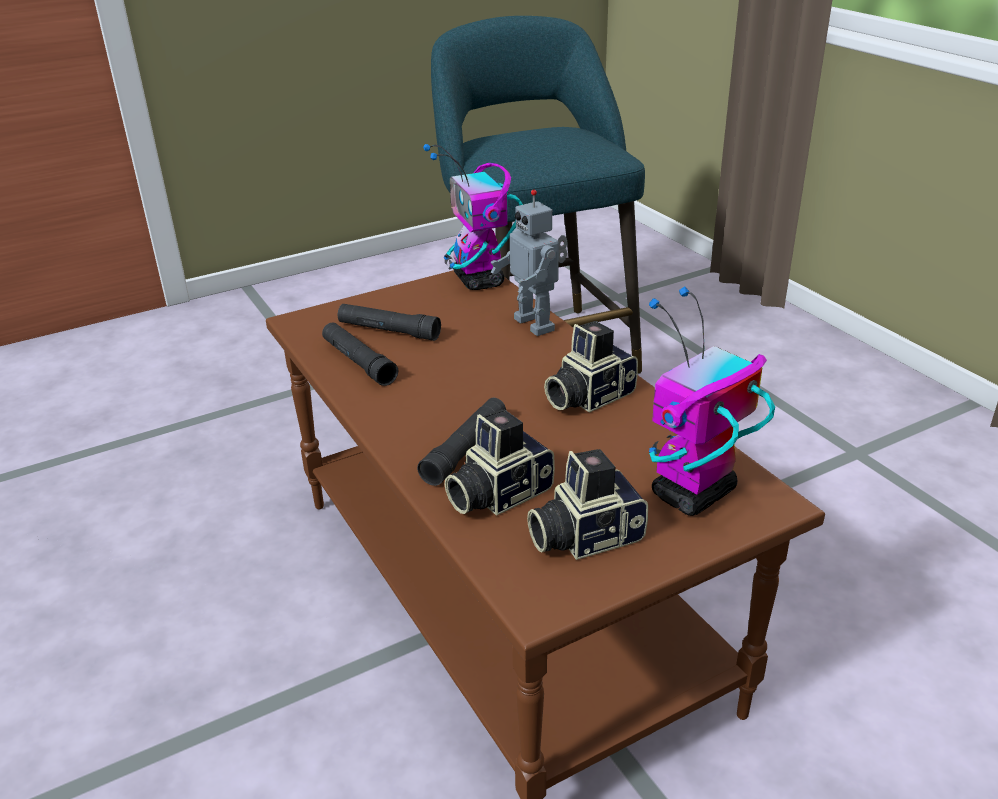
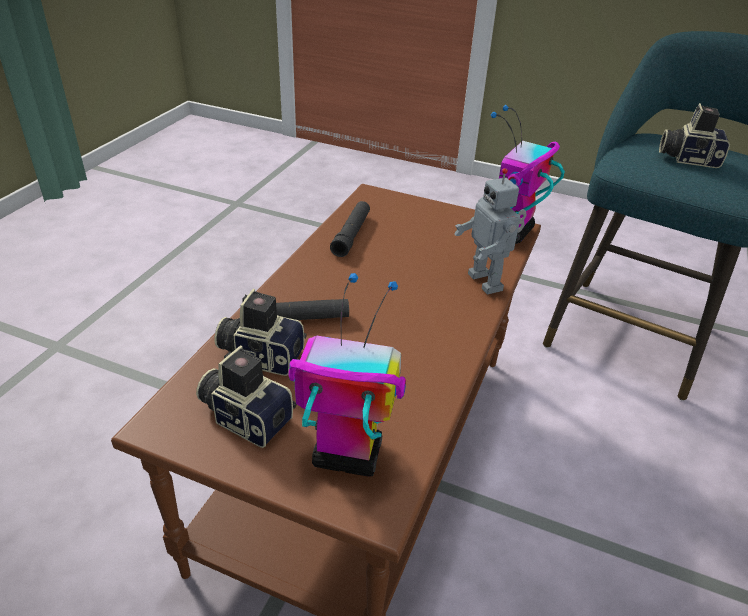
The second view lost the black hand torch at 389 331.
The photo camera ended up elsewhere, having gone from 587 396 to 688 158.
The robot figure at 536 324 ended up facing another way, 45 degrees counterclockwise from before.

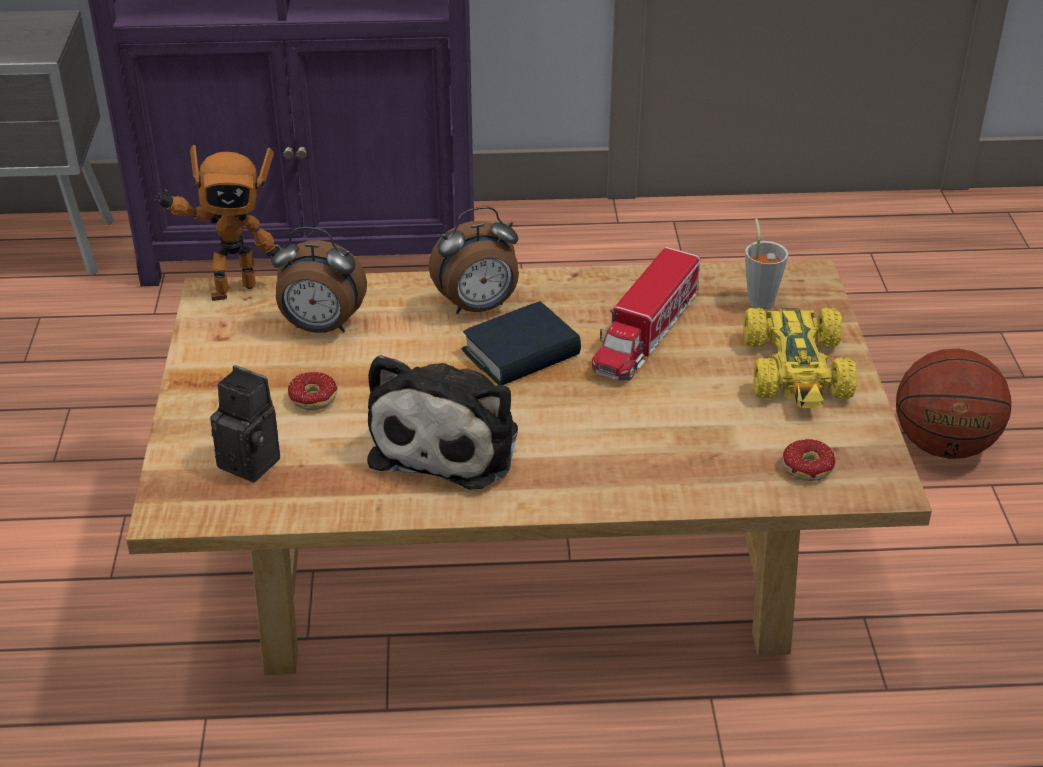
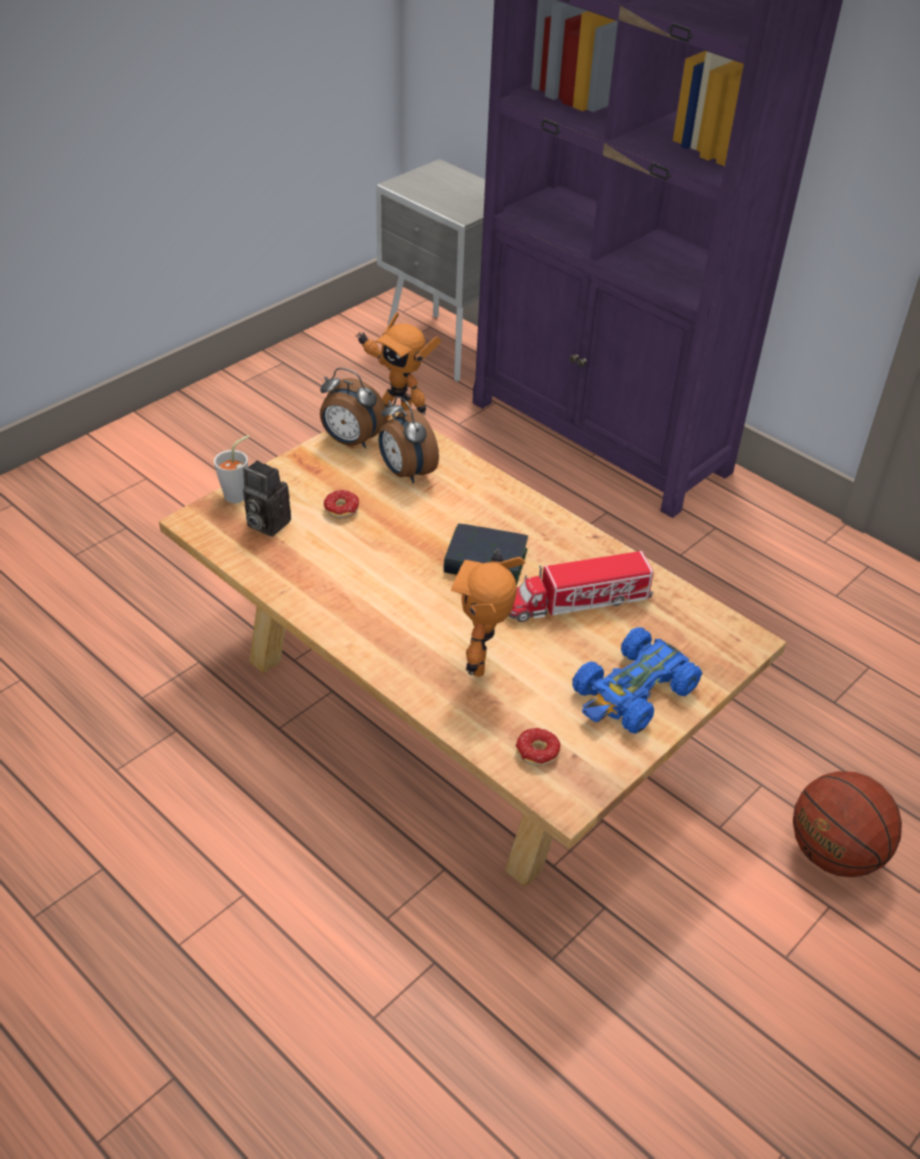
The second view lost the cuddly toy at 449 442.
The second view gained the robot figure at 484 663.
The alarm clock ended up elsewhere, having gone from 478 307 to 351 441.
The grey small cup ended up elsewhere, having gone from 760 298 to 239 494.
What was the yellowish miniature car at 797 370 turned into the blue miniature car at 633 692.
The photo camera at 254 461 ended up facing another way, 135 degrees clockwise from before.

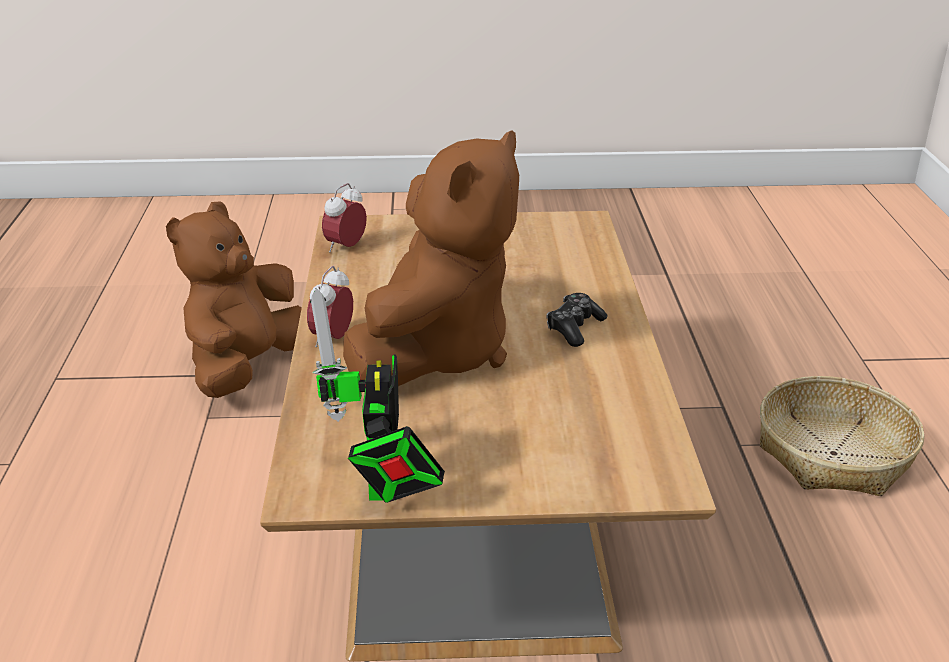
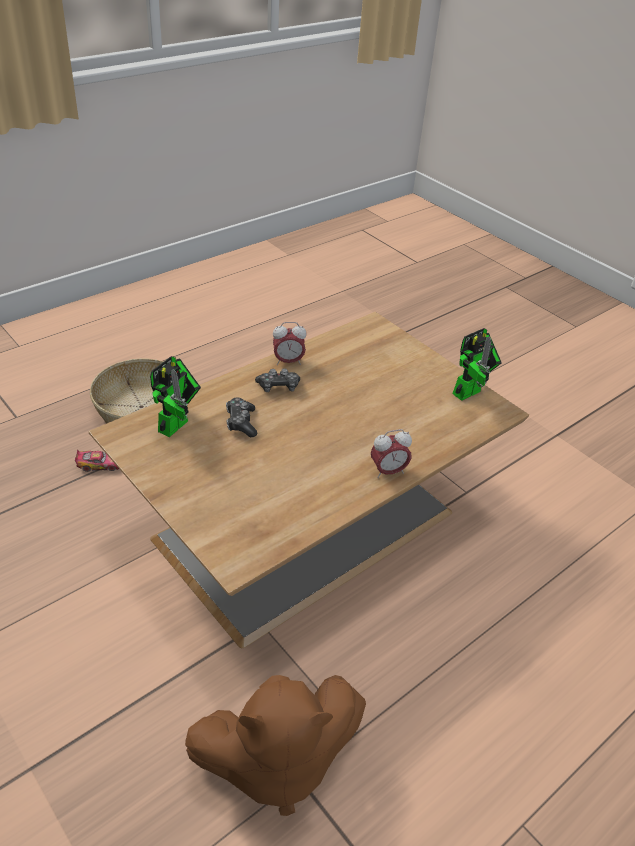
The second view lost the brown-coloured cuddly toy at 436 352.
The second view gained the miniature car at 100 464.
The second view gained the robot figure at 176 423.
The second view gained the gamepad at 241 422.
The alarm clock ended up elsewhere, having gone from 346 247 to 288 361.

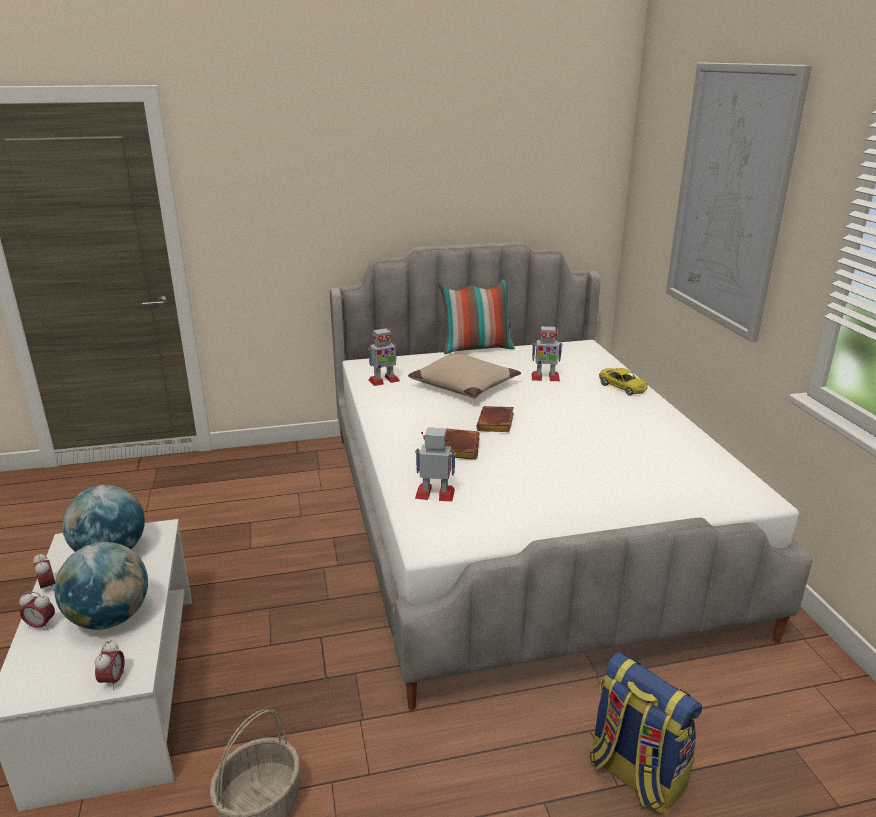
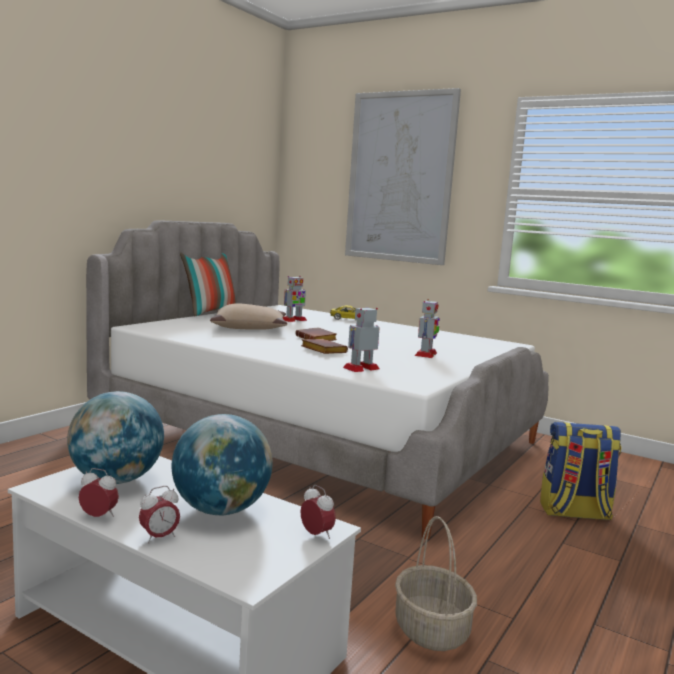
The robot figure ended up elsewhere, having gone from 383 380 to 426 354.

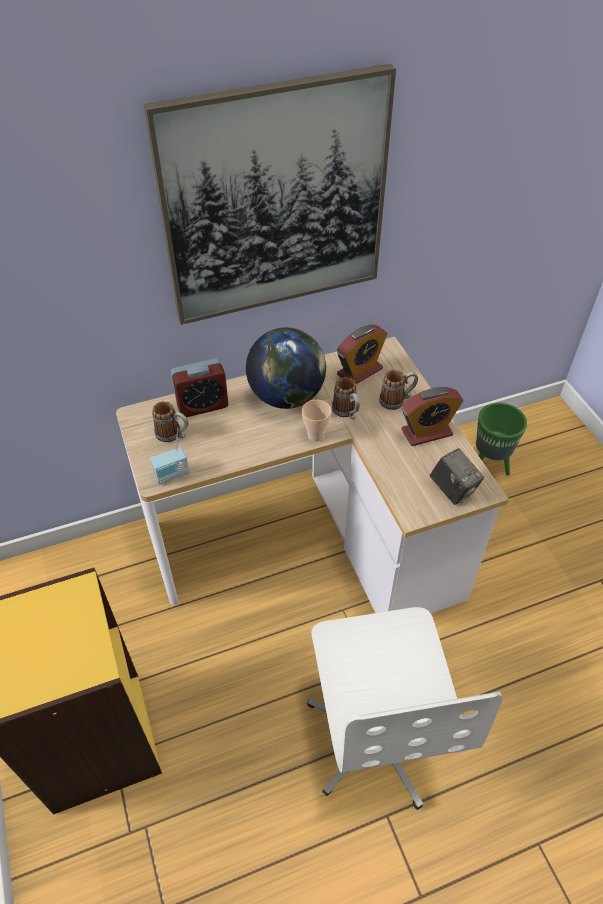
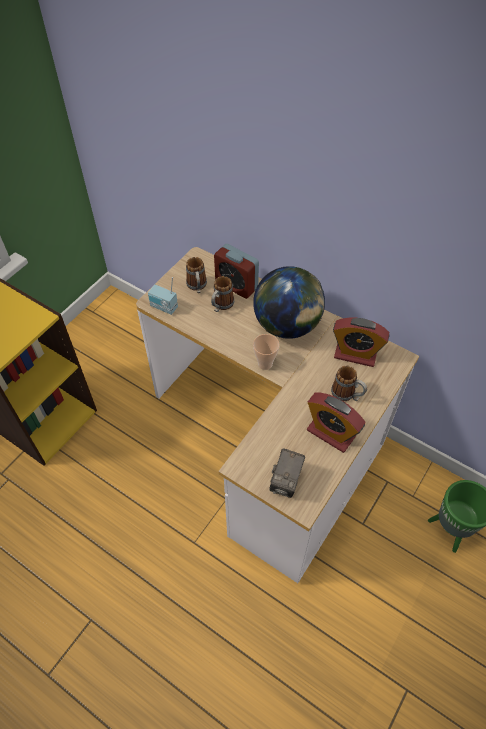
The second view lost the wall picture at 275 201.
The second view lost the white-coloured computer chair at 377 736.
The mug ended up elsewhere, having gone from 347 413 to 221 306.

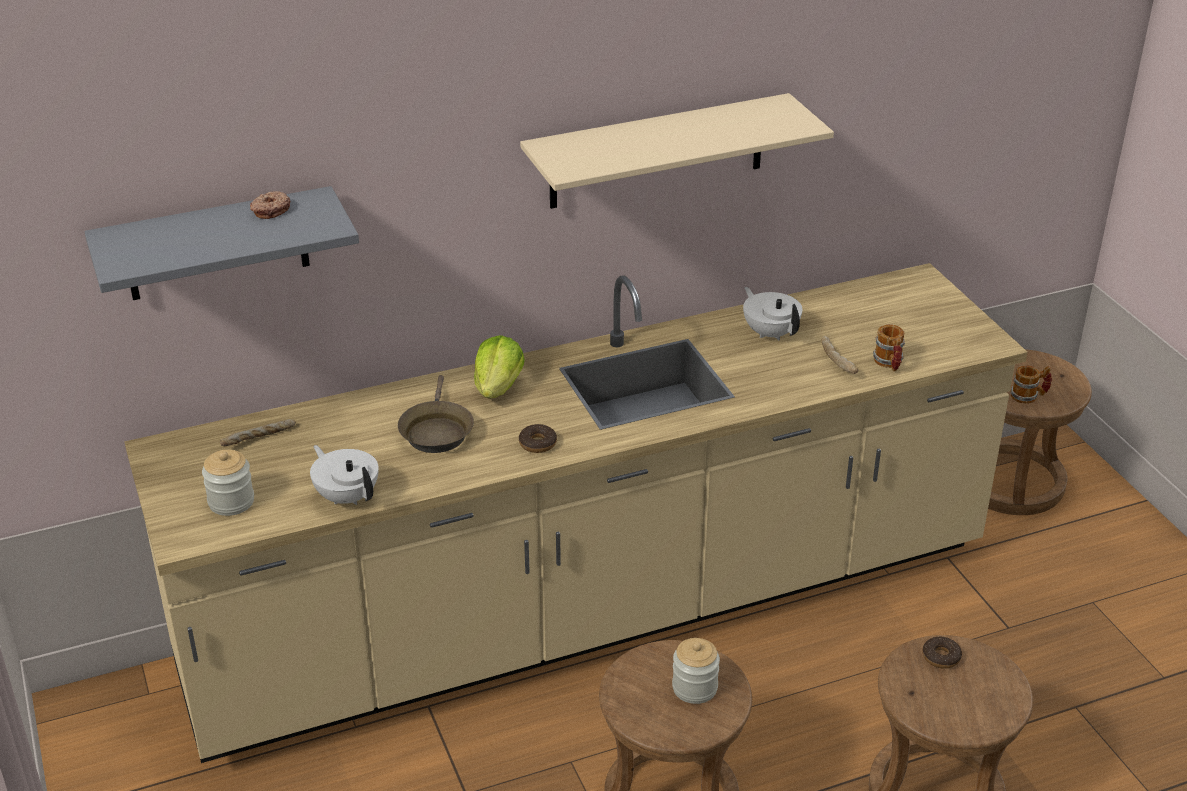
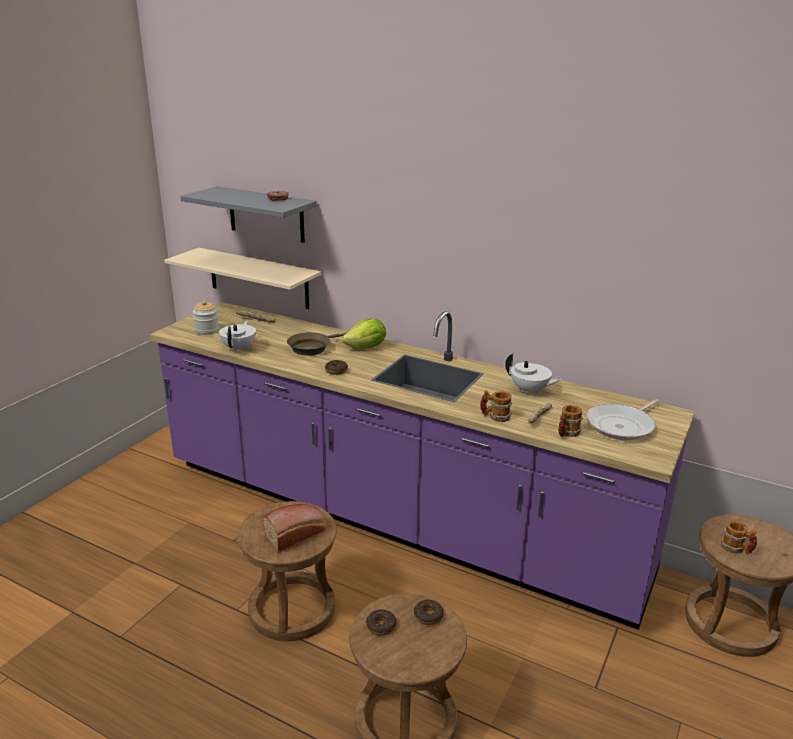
The second view gained the ring doughnut at 381 626.
The second view gained the mug at 495 417.
The second view gained the frying pan at 622 425.
The sand-coloured wall shelf ended up elsewhere, having gone from 657 152 to 258 278.
Where the preserve jar stood at 694 688, the baked bread came to stand at 297 534.
What was the sand-coloured counter at 593 614 turned into the purple counter at 394 519.
The white-coloured tea pot at 770 333 ended up facing another way, 105 degrees clockwise from before.

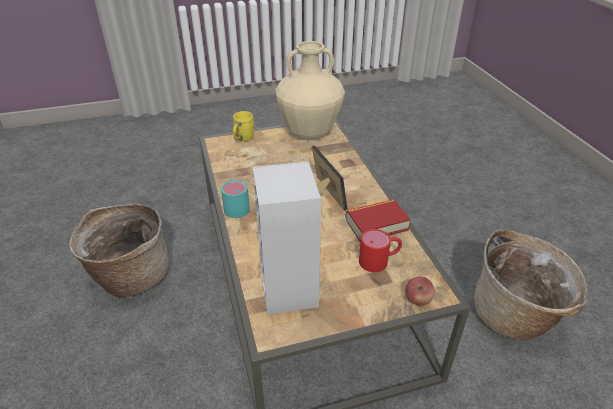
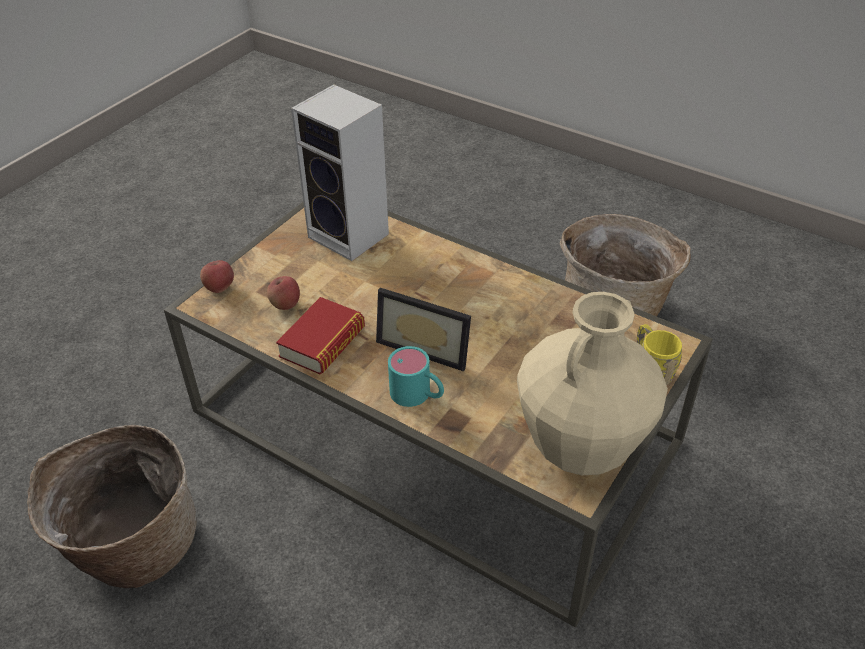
The blue-green mug ended up elsewhere, having gone from 235 206 to 418 395.
Where the red mug stood at 379 260, the apple fruit came to stand at 285 304.

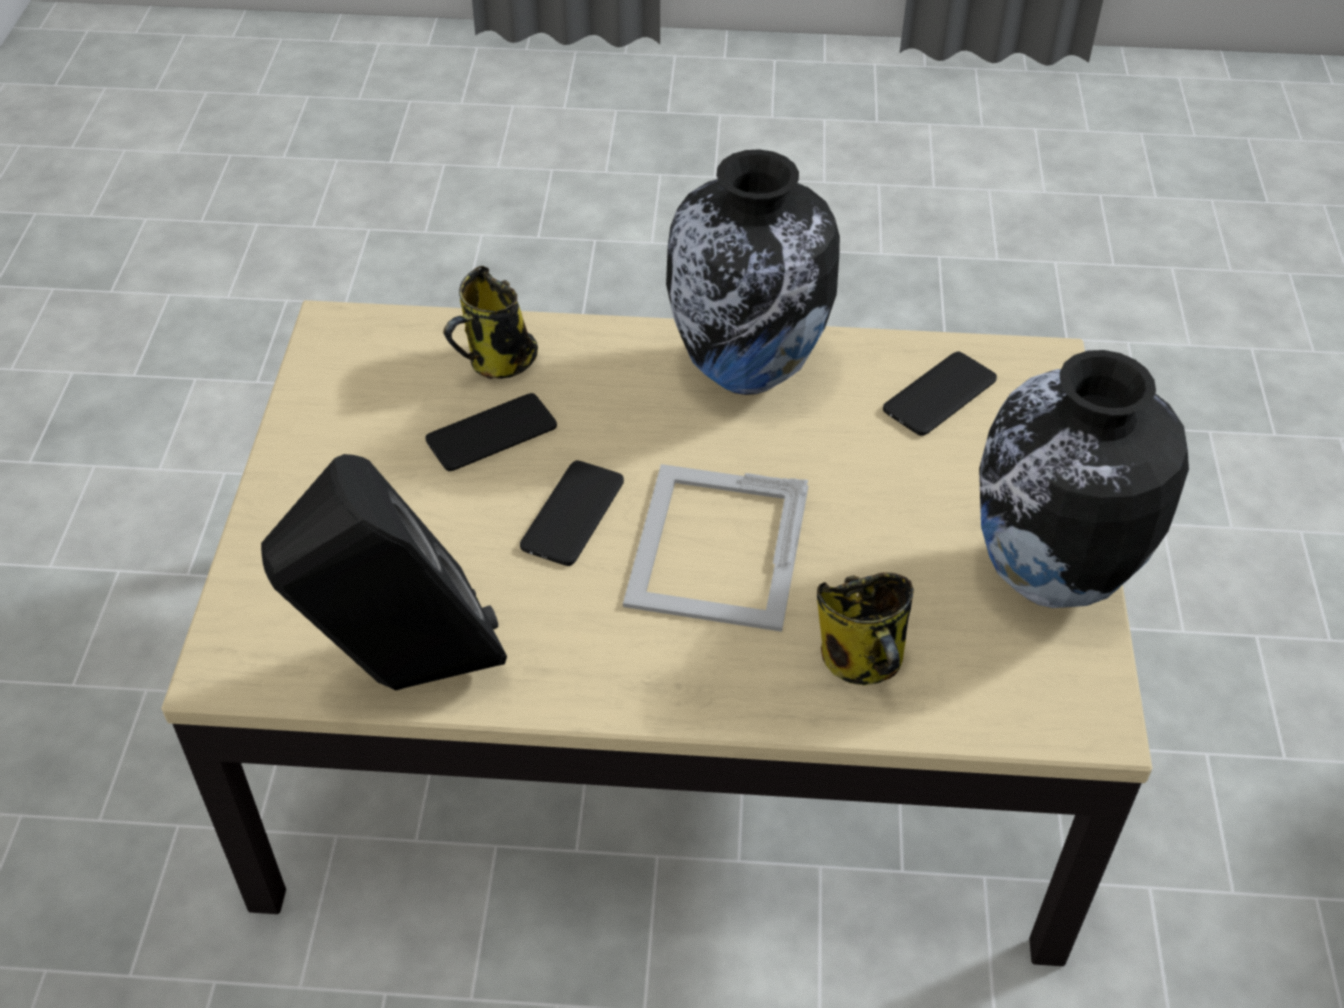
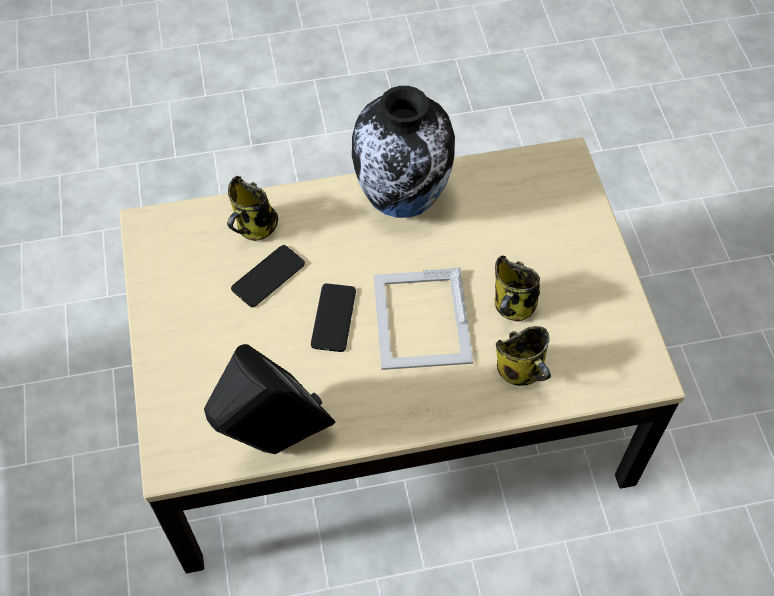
The second view lost the phone at 939 395.
The second view lost the flower vase at 1048 581.
The second view gained the mug at 513 307.

